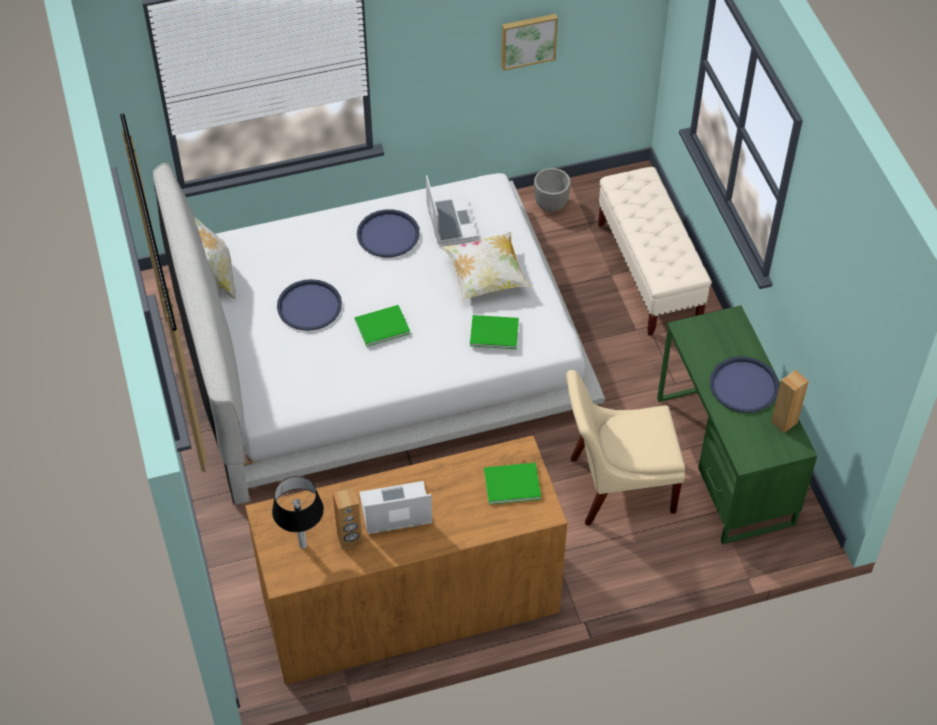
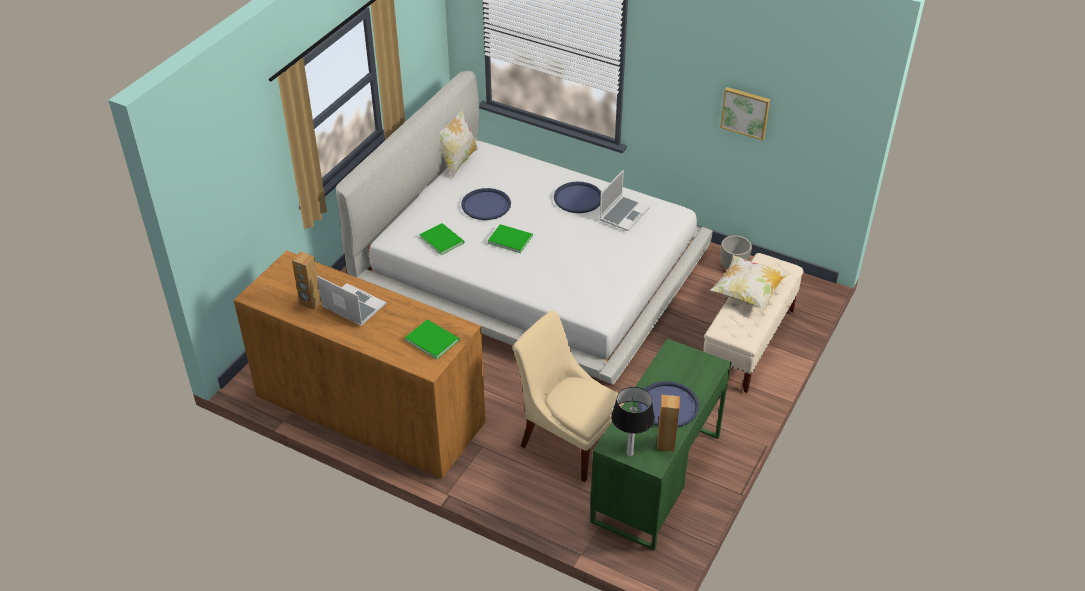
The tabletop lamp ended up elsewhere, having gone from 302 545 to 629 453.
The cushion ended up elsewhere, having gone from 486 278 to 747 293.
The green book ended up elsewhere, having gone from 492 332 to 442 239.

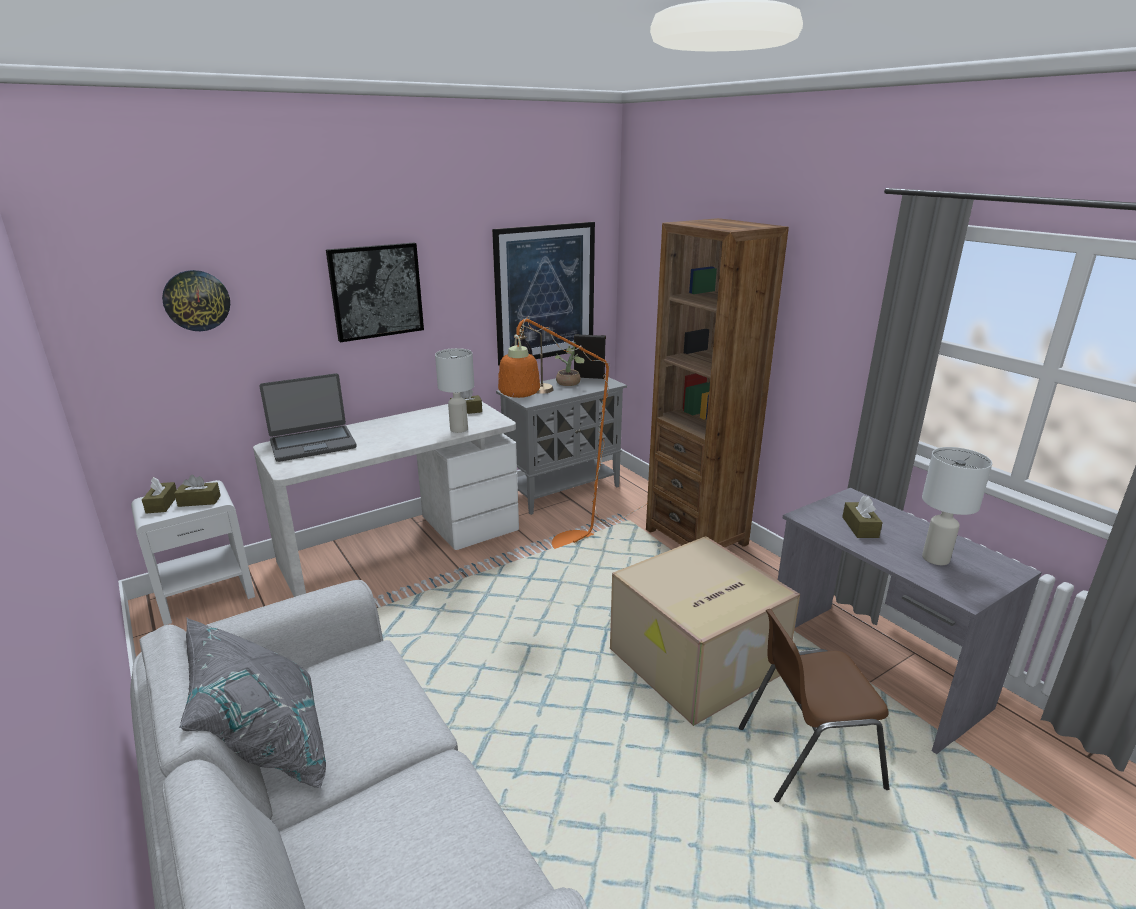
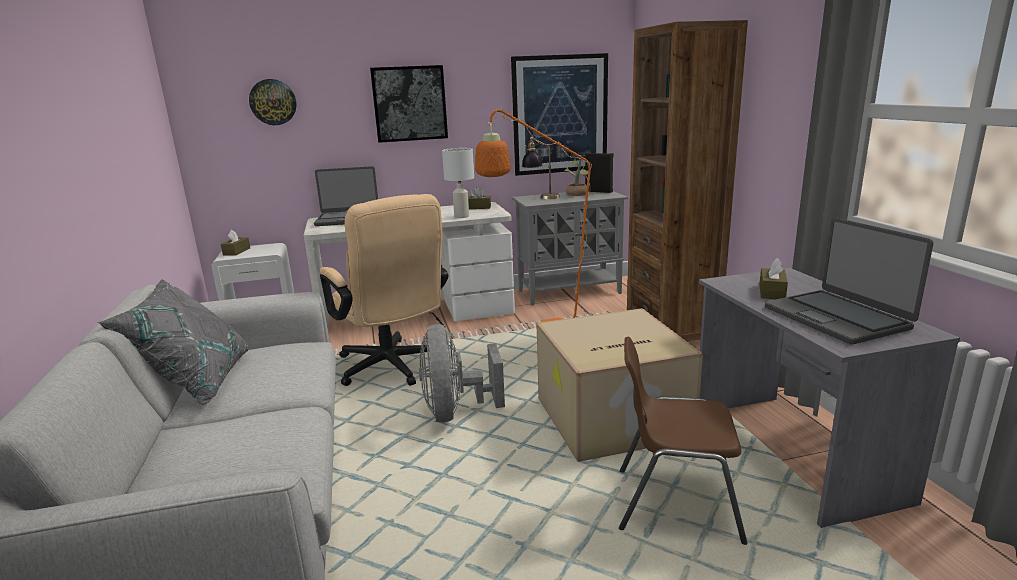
The second view lost the brown-coloured tissue holder at 199 501.
The second view gained the sand-coloured computer chair at 393 369.
The second view gained the grey cooling fan at 455 412.
Where the white-coloured tabletop lamp stood at 936 558, the notebook computer came to stand at 837 317.

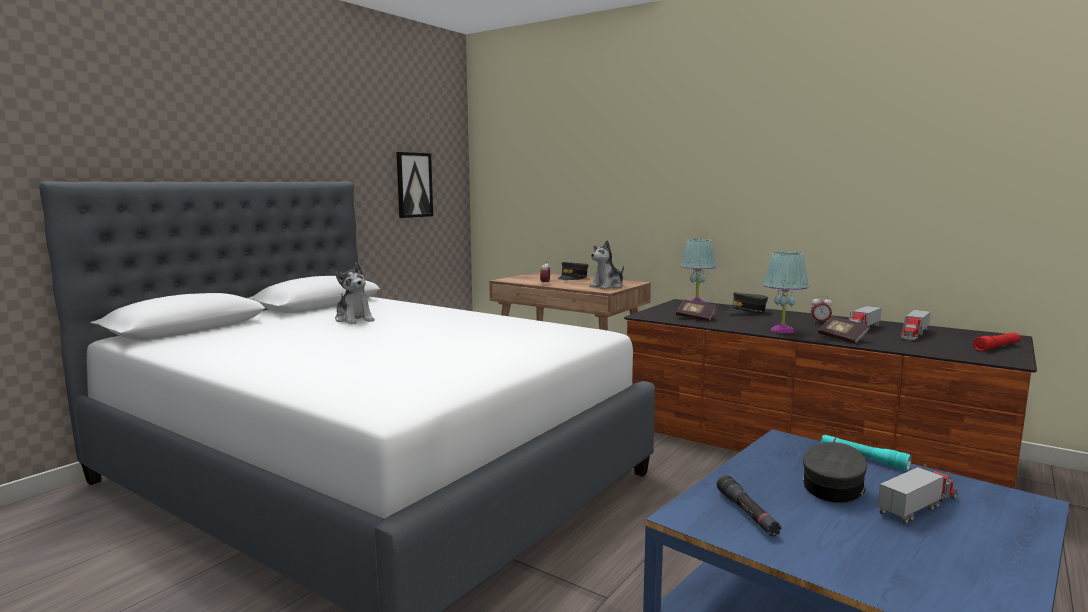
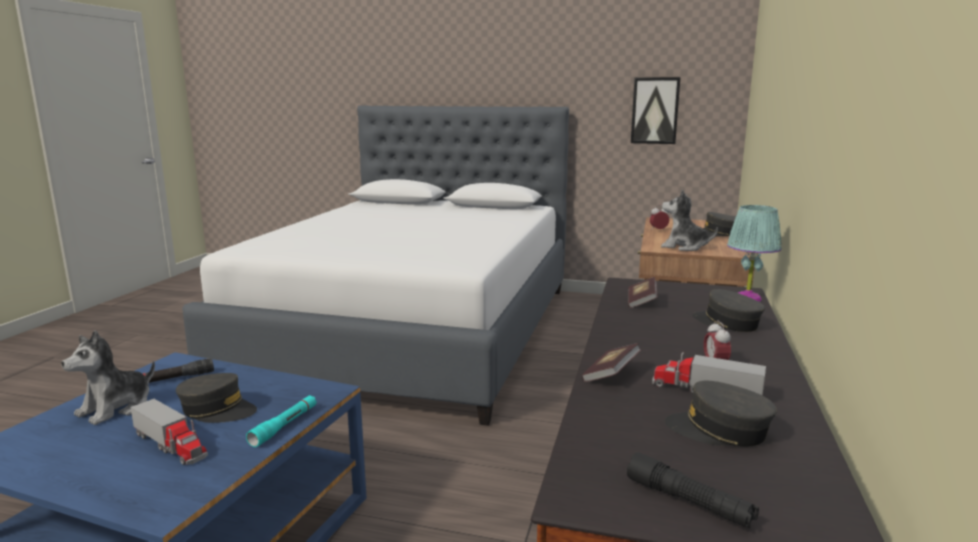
The second view lost the blue-green tabletop lamp at 782 330.
The cuddly toy ended up elsewhere, having gone from 354 319 to 116 408.
Where the toy lorry stood at 914 334, the grey peaked cap came to stand at 719 430.
What was the red hand torch at 997 347 turned into the black hand torch at 688 502.

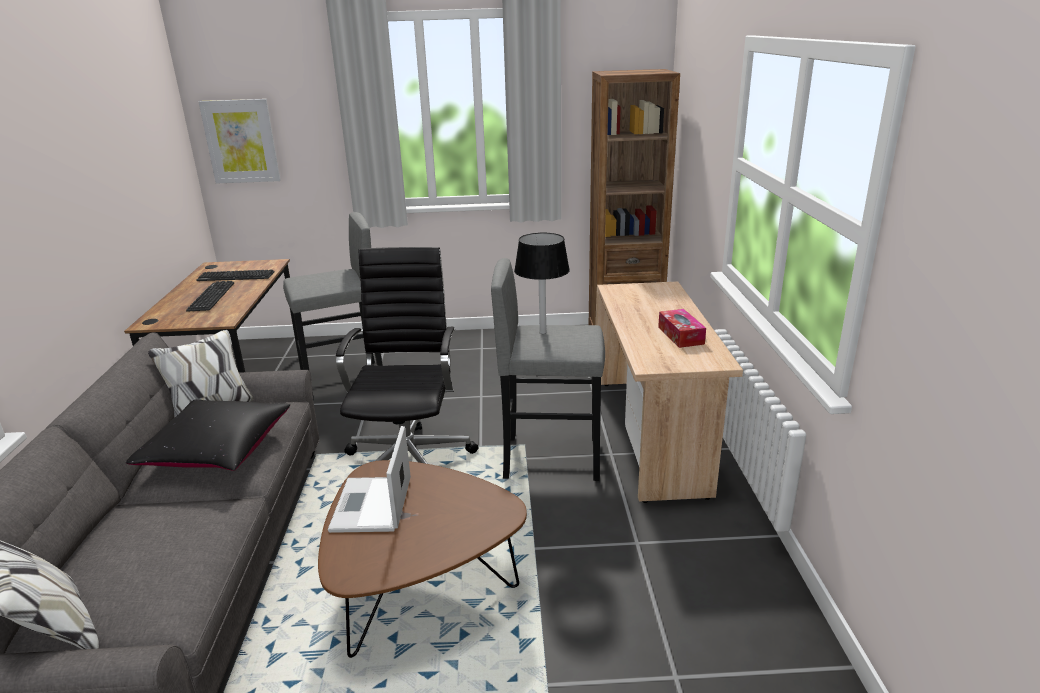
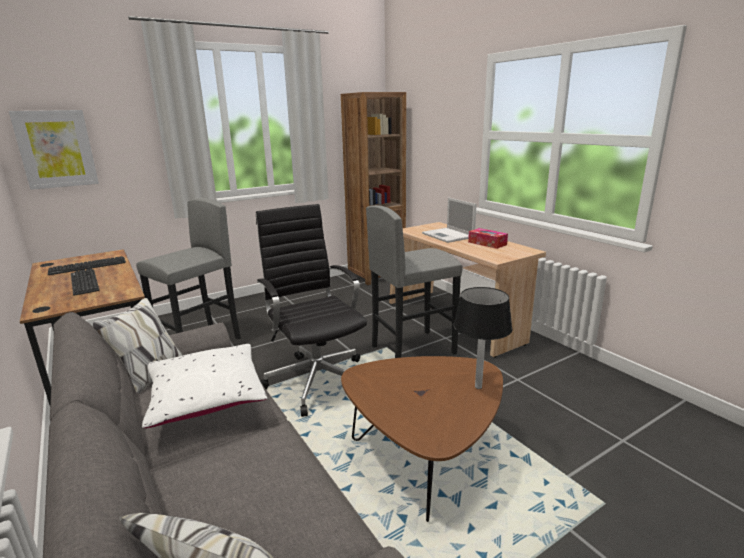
The notebook computer ended up elsewhere, having gone from 372 506 to 448 236.
The black tabletop lamp ended up elsewhere, having gone from 542 332 to 478 387.
What was the black cushion at 217 450 turned into the white-coloured cushion at 207 397.

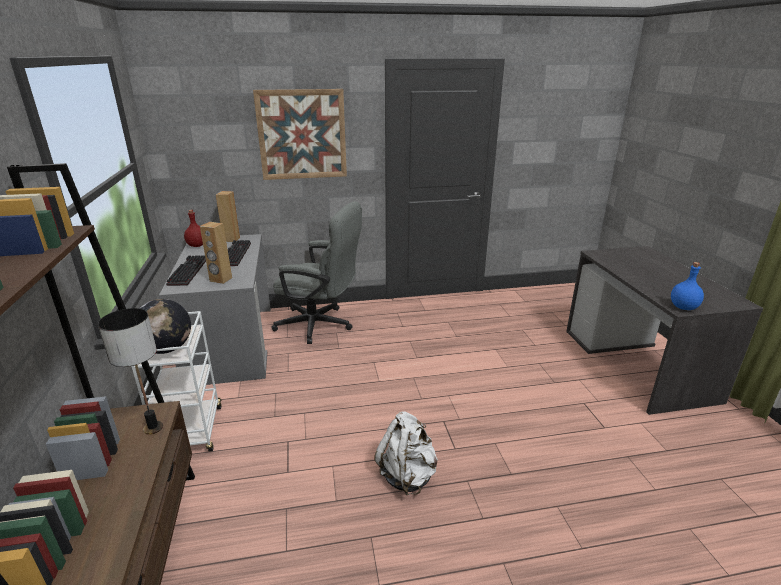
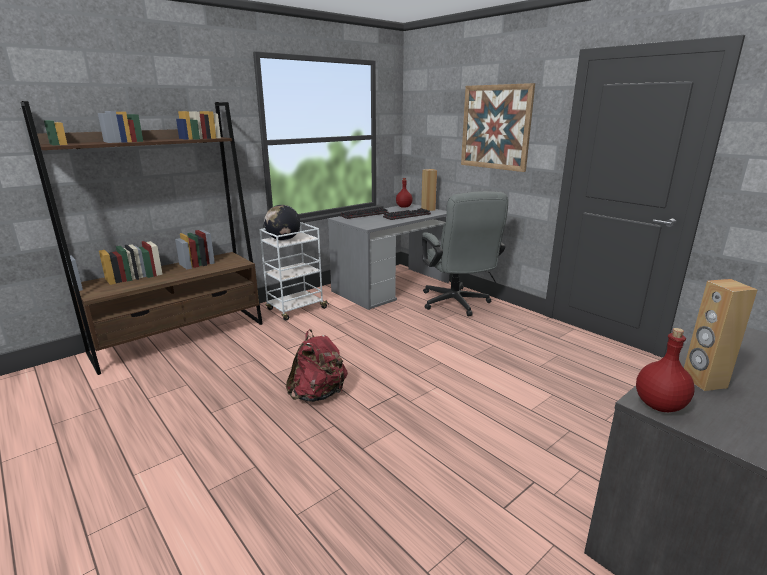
The second view lost the tabletop lamp at 154 428.
The brown-coloured audio speaker ended up elsewhere, having gone from 220 279 to 703 381.
What was the white-coloured backpack at 407 475 turned into the red backpack at 318 394.
What was the blue drink bottle at 682 307 turned into the red drink bottle at 659 405.

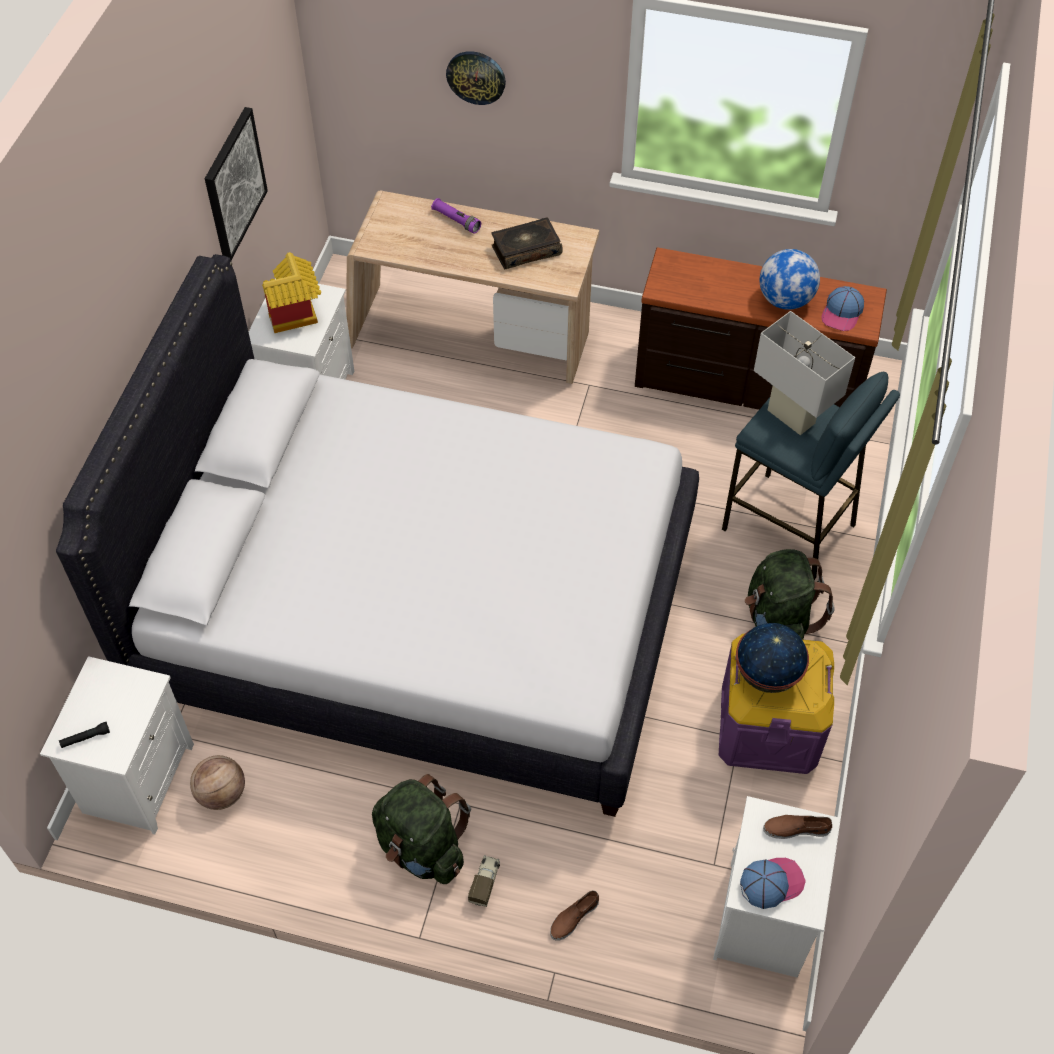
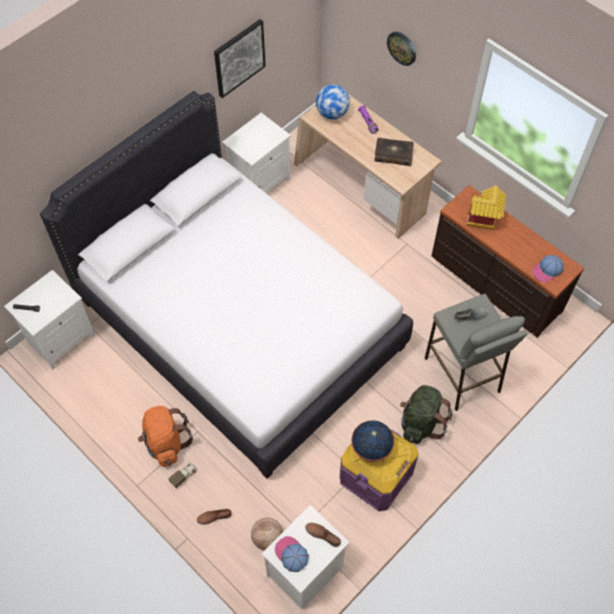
The basketball ball ended up elsewhere, having gone from 221 794 to 267 538.
The miniature house ended up elsewhere, having gone from 296 316 to 483 220.
The world globe ended up elsewhere, having gone from 785 300 to 332 113.
Where the white-coloured tabletop lamp stood at 791 417, the grey item of footwear came to stand at 470 316.
What was the green backpack at 422 848 turned into the orangey backpack at 166 442.
What was the blue sitting stool at 789 527 turned into the grey sitting stool at 462 375.
The peaked cap at 771 882 ended up facing another way, 135 degrees counterclockwise from before.

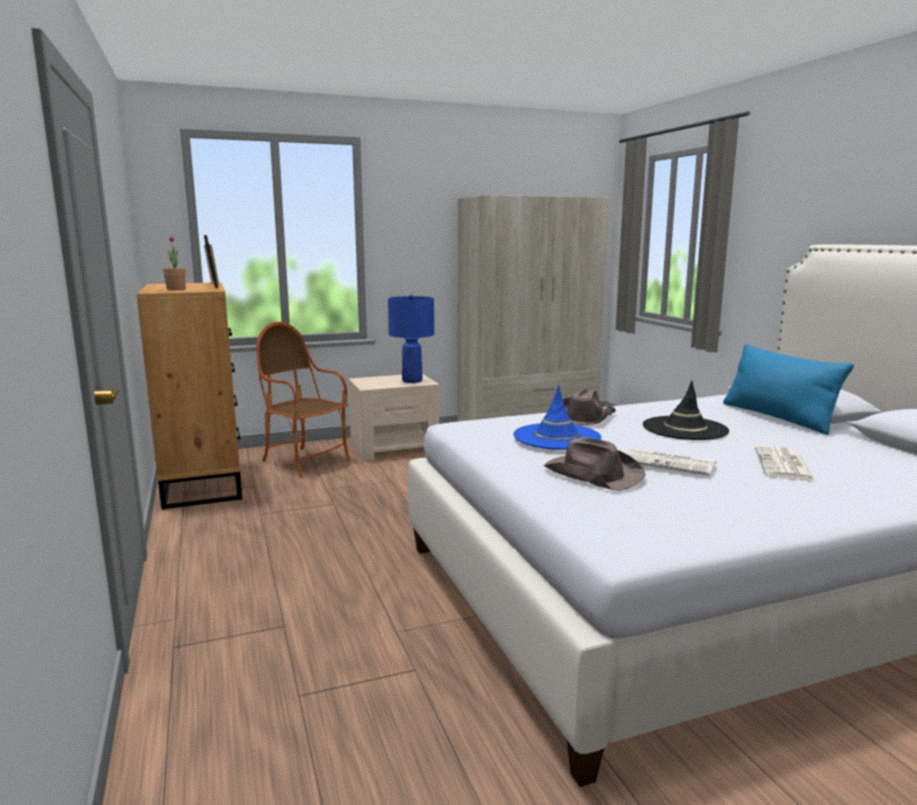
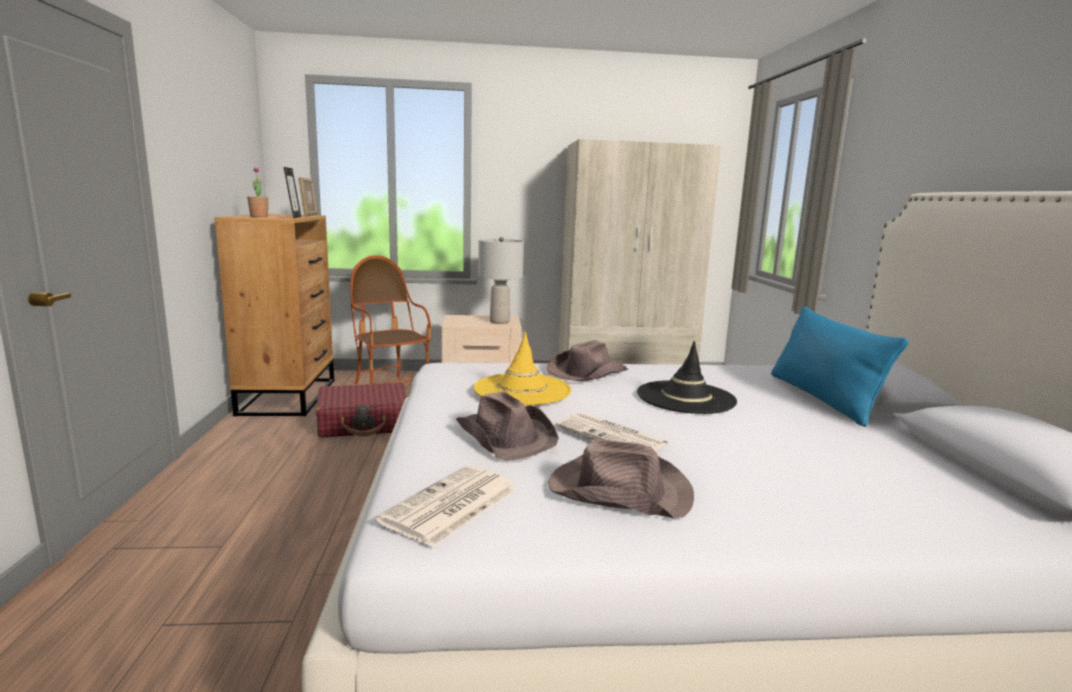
The second view gained the red piece of luggage at 364 423.
The second view gained the brown-coloured hat at 618 491.
The printed paper ended up elsewhere, having gone from 784 465 to 450 506.
What was the blue tabletop lamp at 411 381 turned into the grey tabletop lamp at 499 322.
What was the blue hat at 556 437 turned into the yellowish hat at 522 390.

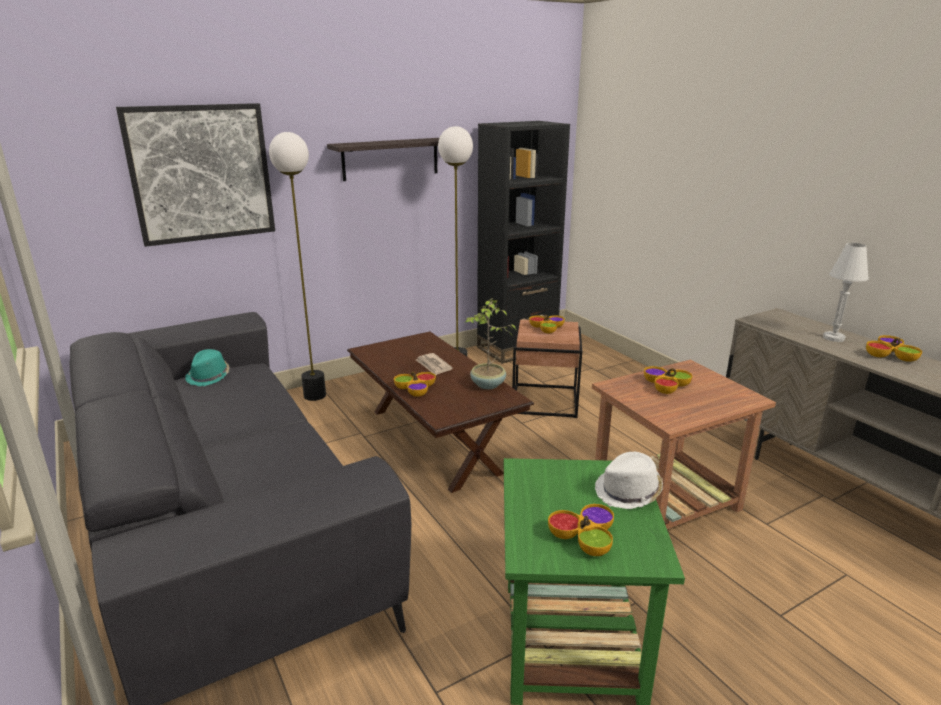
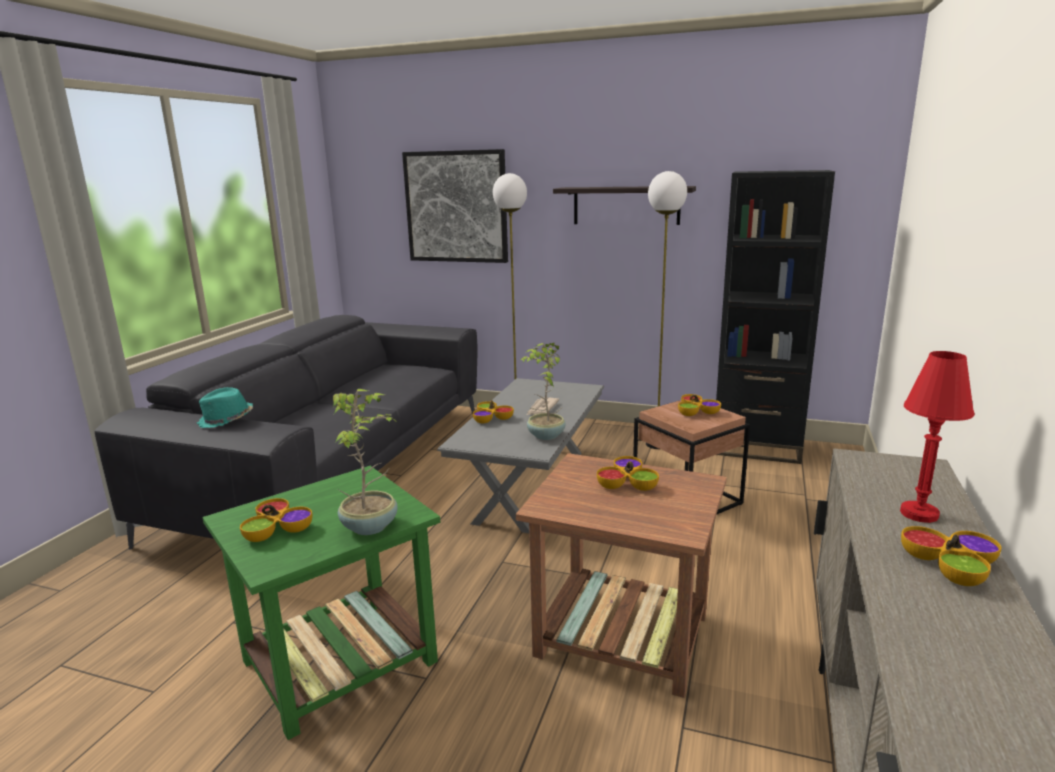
The blue-green hat ended up elsewhere, having gone from 209 377 to 226 420.
Where the white-coloured hat stood at 629 492, the houseplant came to stand at 371 526.
What was the brown-coloured coffee table at 433 440 turned into the grey coffee table at 531 485.
What was the white-coloured tabletop lamp at 833 338 turned into the red tabletop lamp at 919 514.

